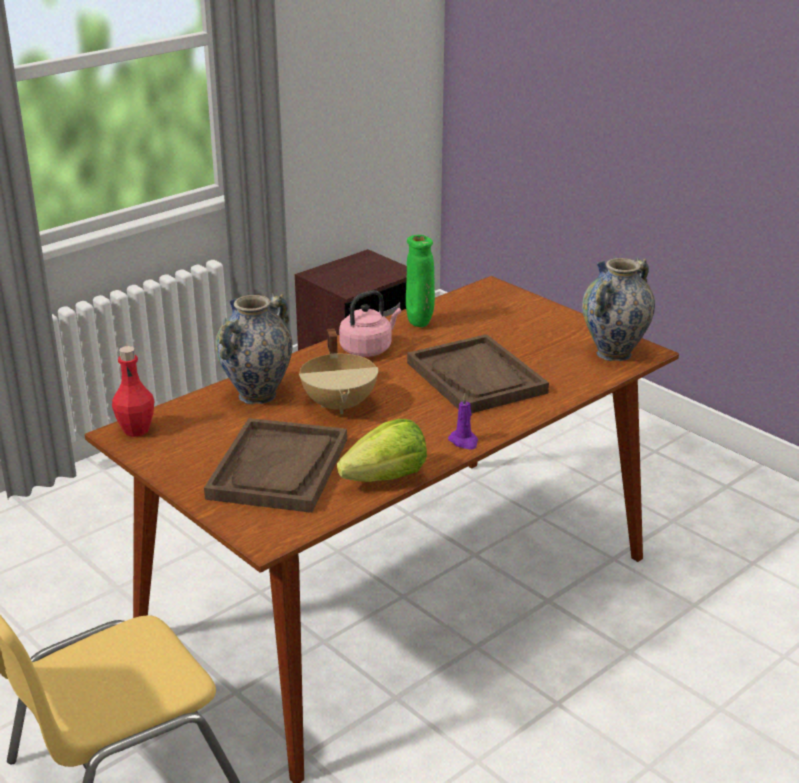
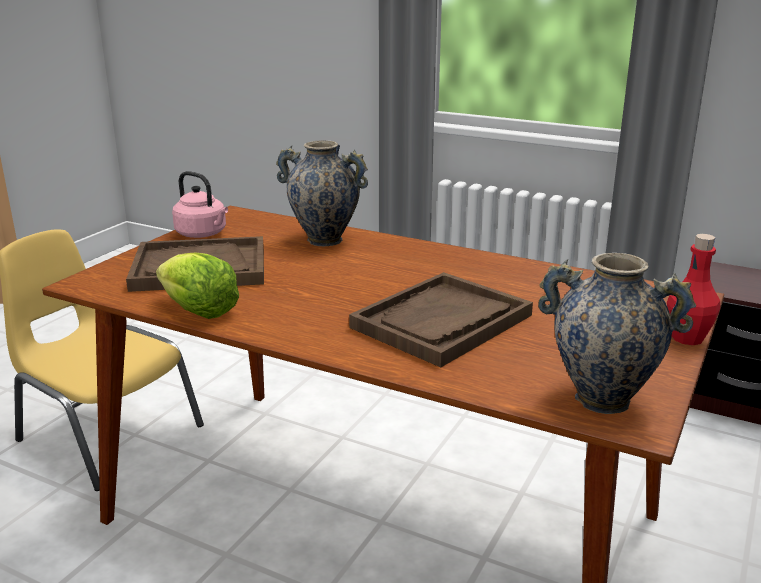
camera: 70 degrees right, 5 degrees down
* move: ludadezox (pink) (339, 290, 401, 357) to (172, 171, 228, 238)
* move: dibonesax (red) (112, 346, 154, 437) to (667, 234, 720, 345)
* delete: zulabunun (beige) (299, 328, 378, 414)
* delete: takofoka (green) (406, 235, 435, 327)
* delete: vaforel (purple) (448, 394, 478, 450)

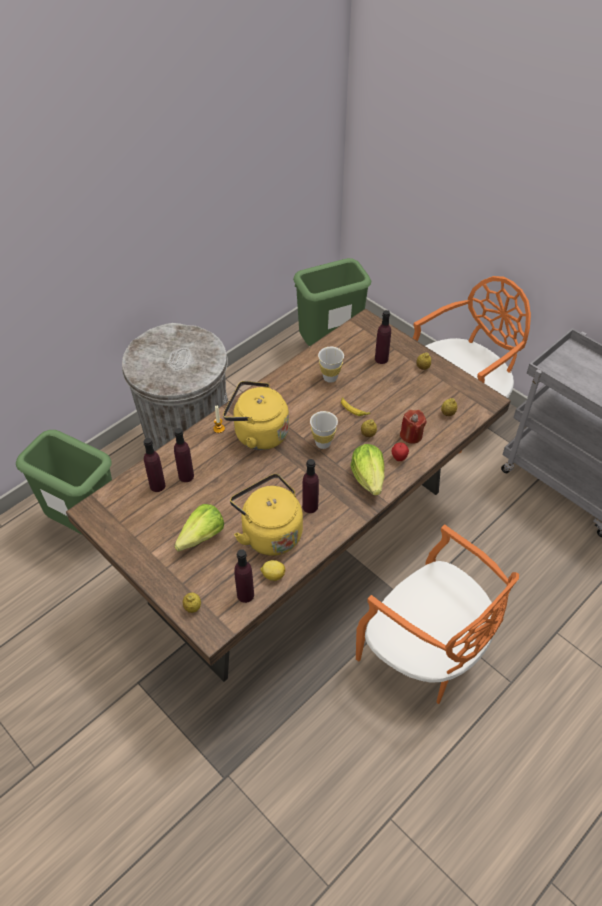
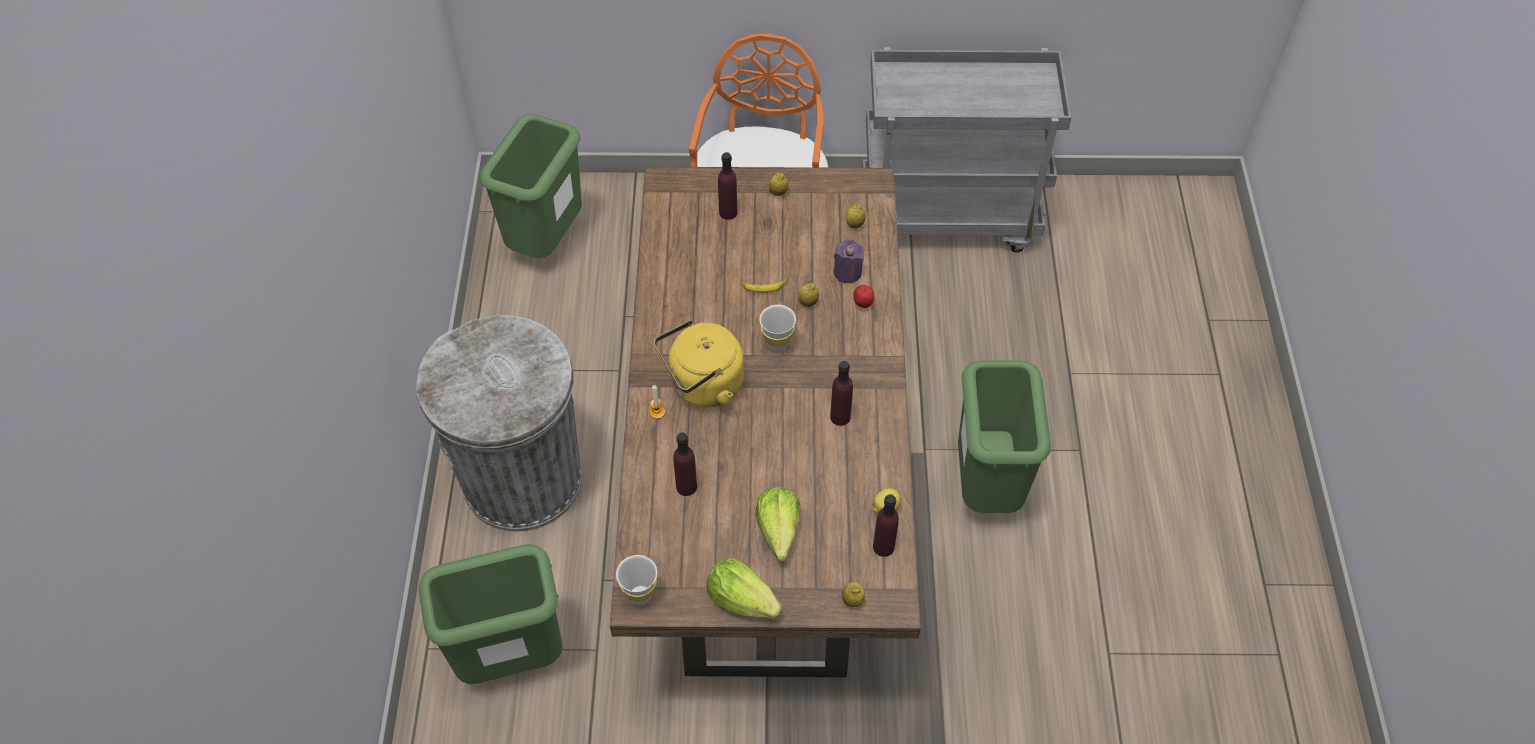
camera: 45 degrees left, 5 degrees up
* move: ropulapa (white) (318, 347, 344, 383) to (616, 555, 657, 605)
* move: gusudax (351, 444, 385, 496) to (707, 558, 782, 618)
* recolor: vaforel (red) (400, 410, 426, 444) to vaforel (purple) (834, 239, 864, 283)
* replace: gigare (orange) (356, 525, 519, 704) to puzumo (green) (958, 361, 1051, 513)
* delete: dibonesax (purple) (143, 438, 165, 492)
* delete: ludadezox (yellow) (230, 474, 303, 556)

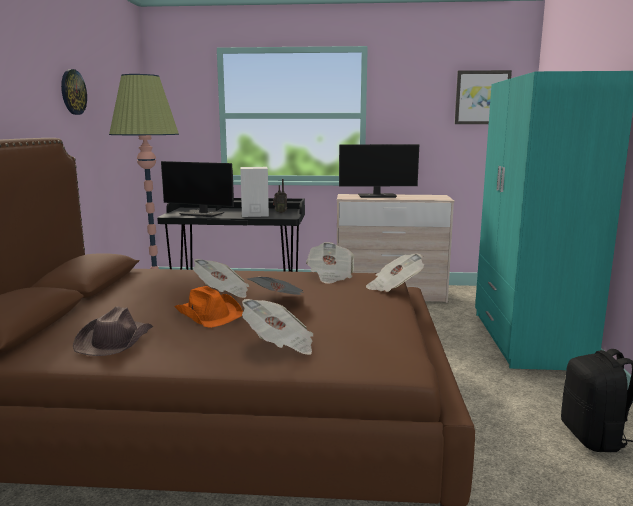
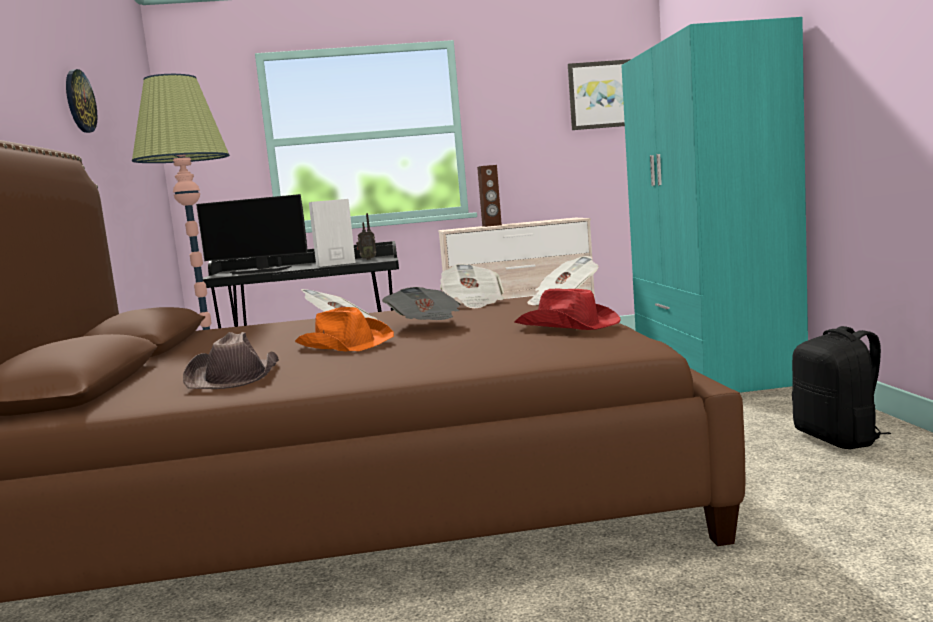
camera: 10 degrees left, 5 degrees down
* replace: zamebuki (339, 144, 419, 198) to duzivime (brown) (477, 165, 502, 227)
* insert: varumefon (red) (514, 289, 621, 330)
* delete: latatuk (242, 299, 313, 355)

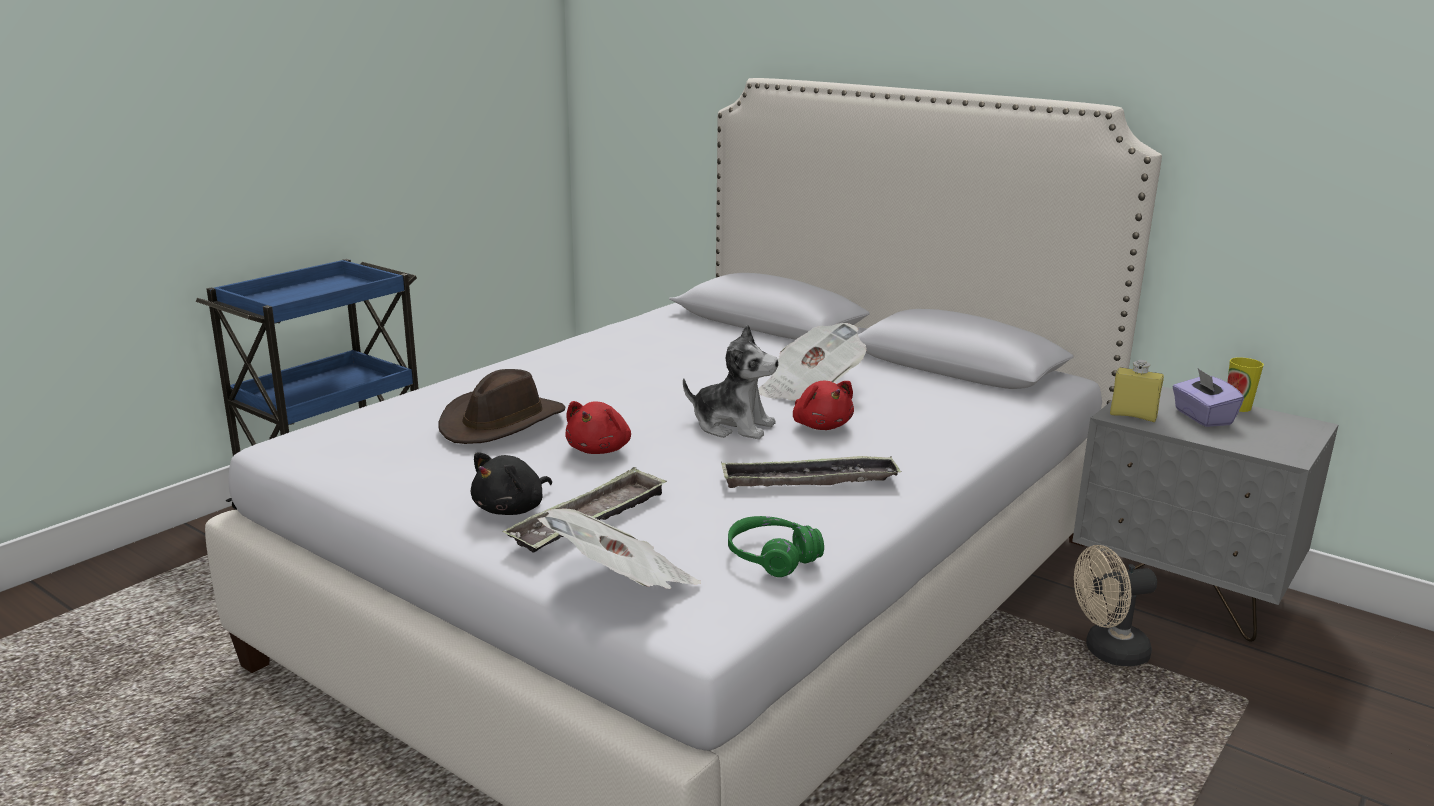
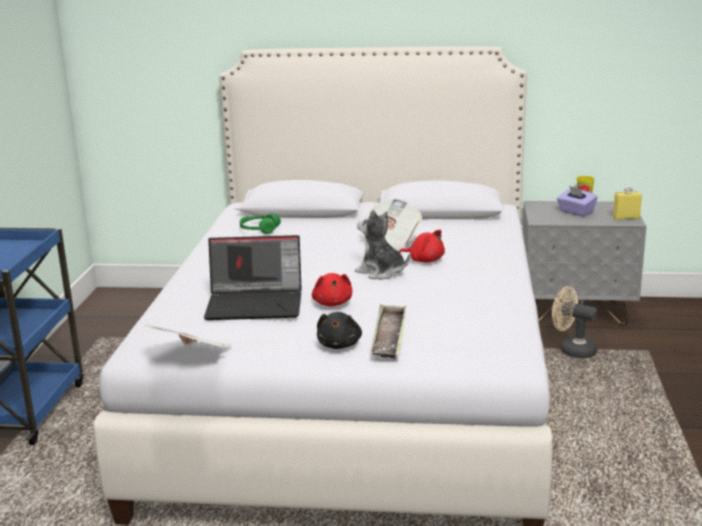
camera: 30 degrees left, 0 degrees up
* move: latatuk (538, 508, 701, 589) to (143, 325, 233, 348)
* replace: varumefon (brown) (438, 369, 566, 444) to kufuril (204, 235, 302, 320)
* move: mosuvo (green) (728, 516, 824, 577) to (240, 213, 281, 234)
* rotate: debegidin (683, 324, 779, 439) = (355, 209, 410, 280) 135 degrees counterclockwise
* rotate: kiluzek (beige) (1074, 545, 1157, 666) = (552, 286, 597, 359) 75 degrees clockwise
* move: dibonesax (yellow) (1110, 360, 1164, 422) to (613, 186, 642, 220)
* delete: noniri (721, 456, 901, 488)

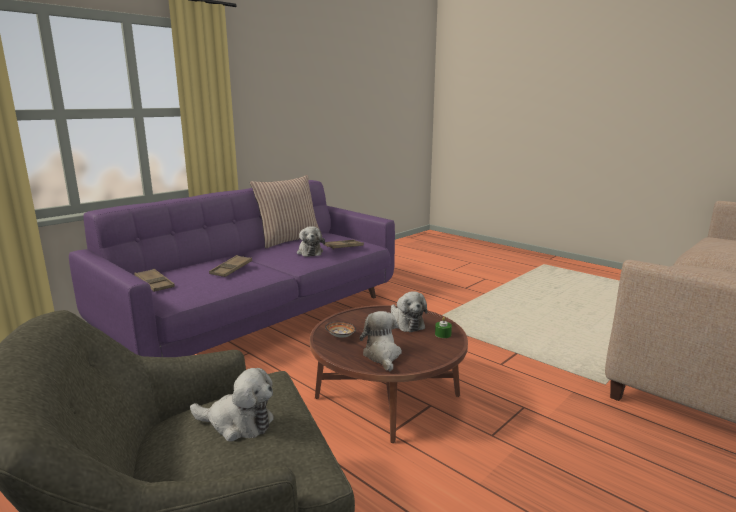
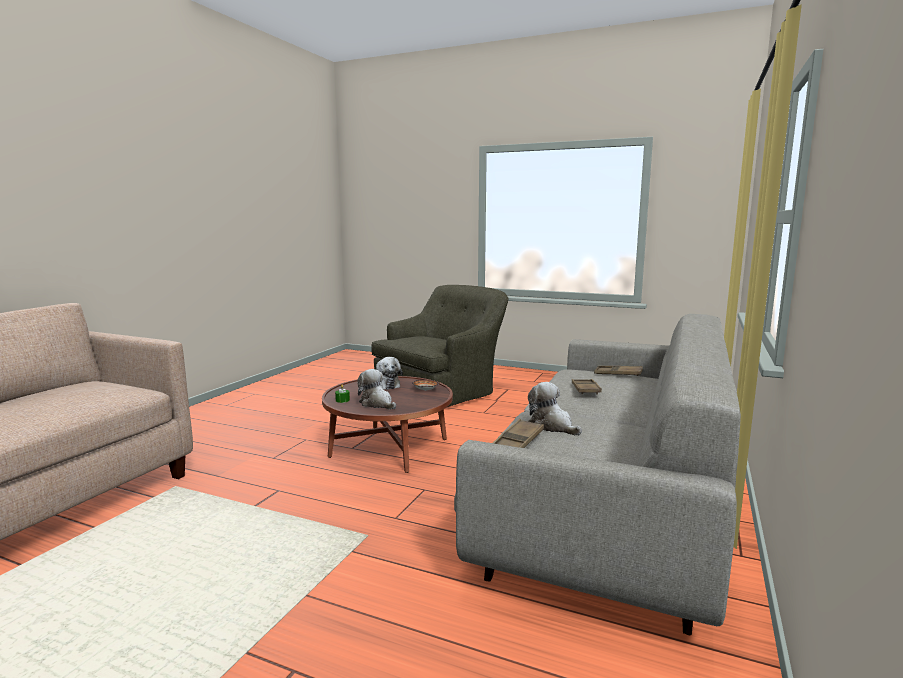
camera: 160 degrees right, 5 degrees down
* recolor: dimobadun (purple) (69, 180, 395, 357) to dimobadun (grey) (454, 314, 741, 635)
* delete: debegidin (190, 368, 274, 442)
* delete: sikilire (250, 175, 319, 248)

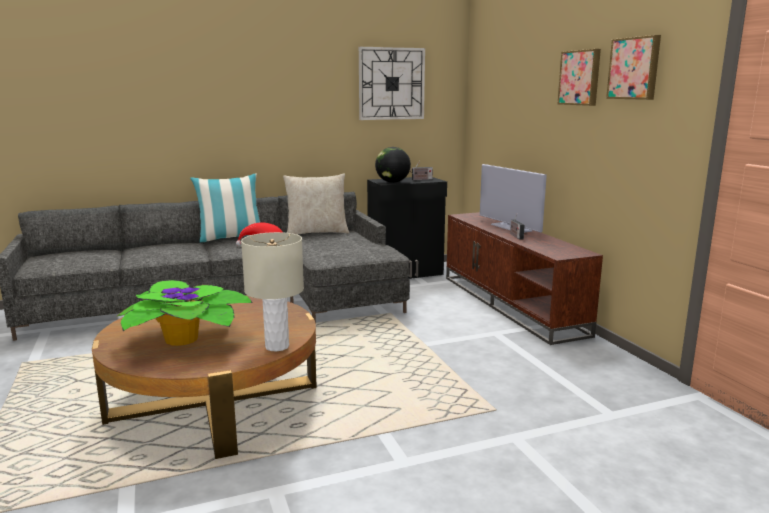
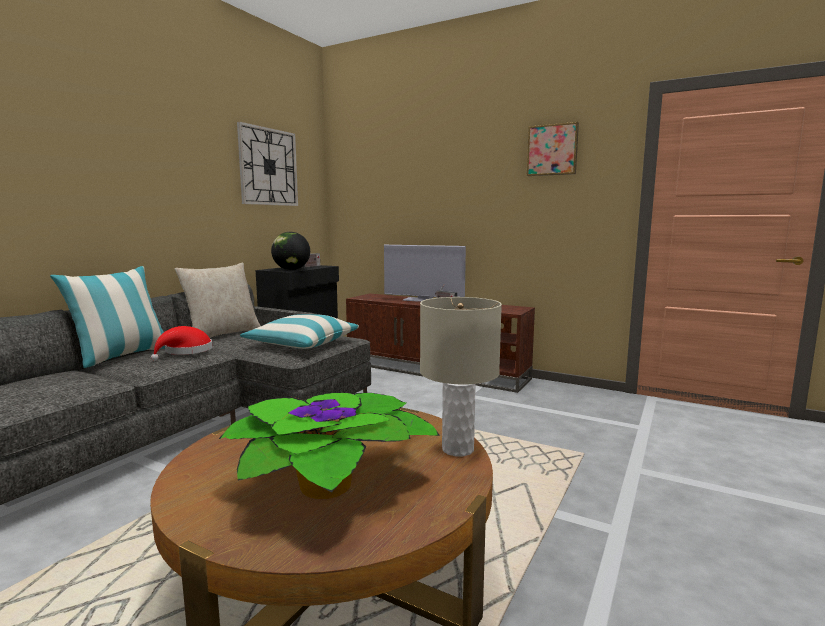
camera: 40 degrees left, 5 degrees down
* insert: sikilire (240, 314, 359, 349)
* delete: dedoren (557, 49, 601, 106)

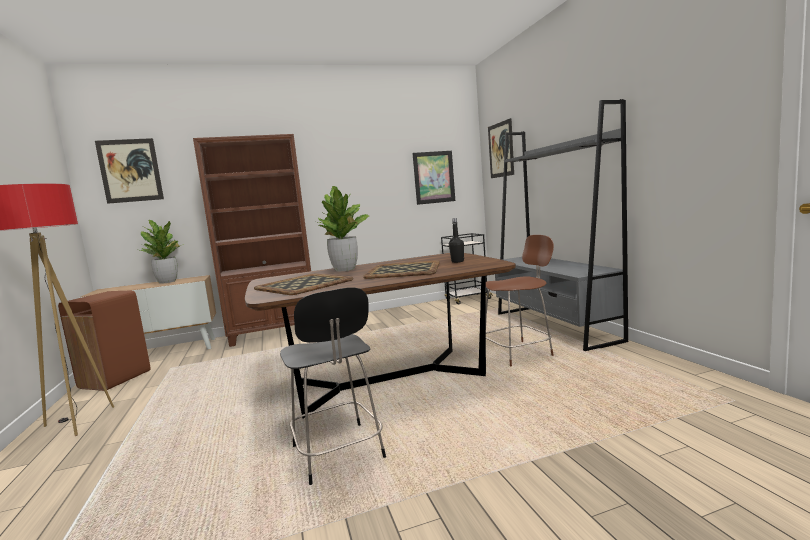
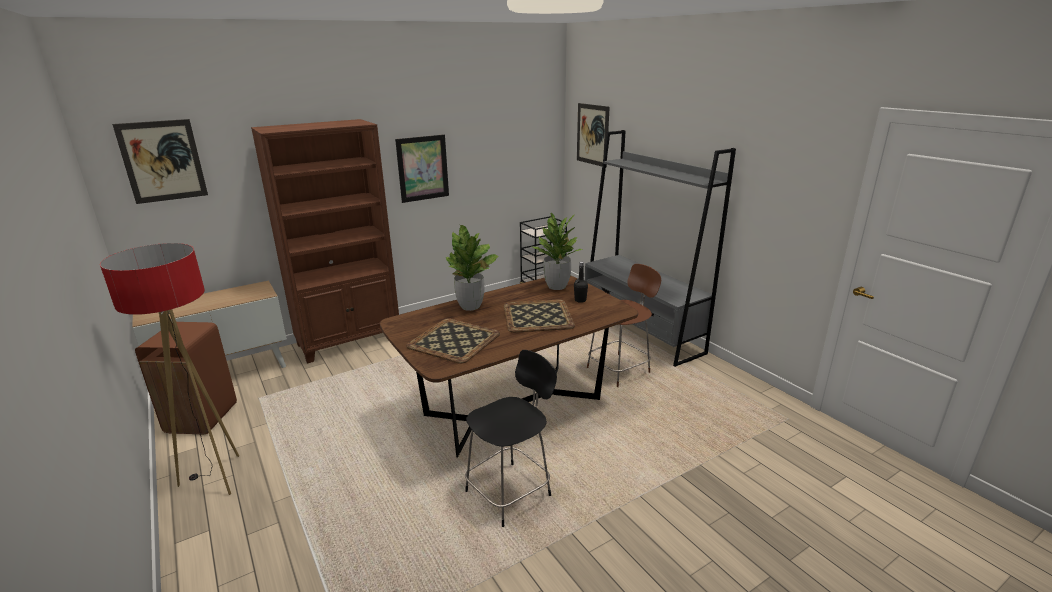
camera: 15 degrees left, 15 degrees up
* move: dedoren (412, 151, 455, 205) to (395, 134, 449, 203)
* rotate: gigare (black) (280, 287, 386, 485) = (465, 350, 557, 527) 90 degrees counterclockwise
* move: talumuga (140, 220, 184, 284) to (532, 213, 582, 290)

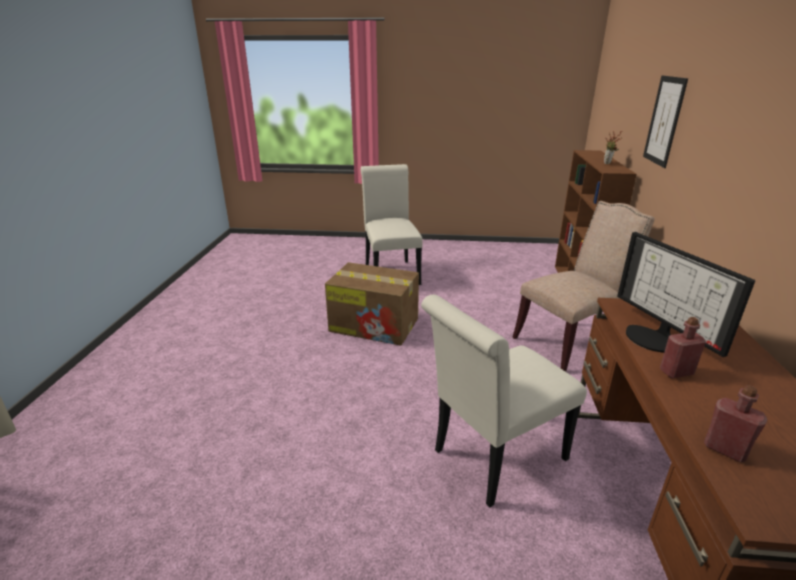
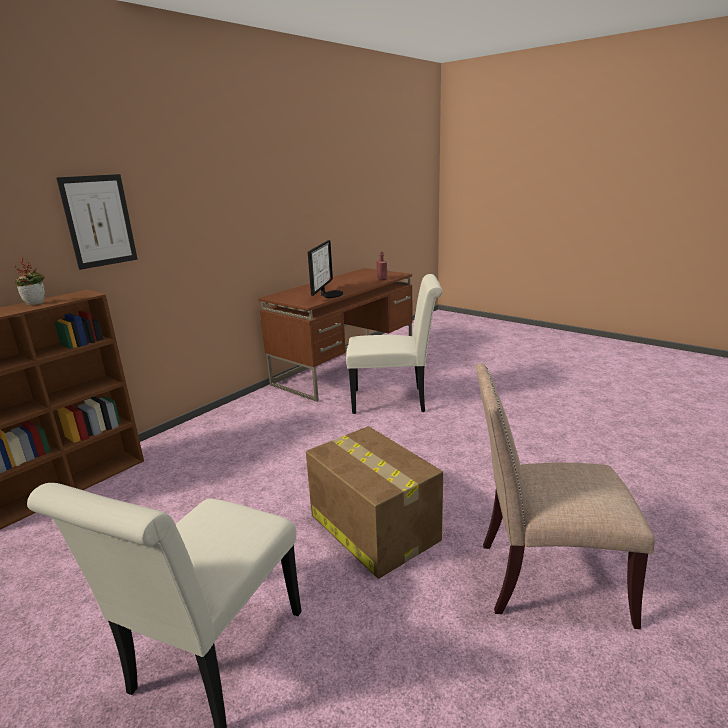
camera: 145 degrees left, 5 degrees down
* move: gigare (beige) (512, 201, 655, 372) to (476, 363, 655, 629)
* delete: dibonesax (red) (660, 317, 706, 378)

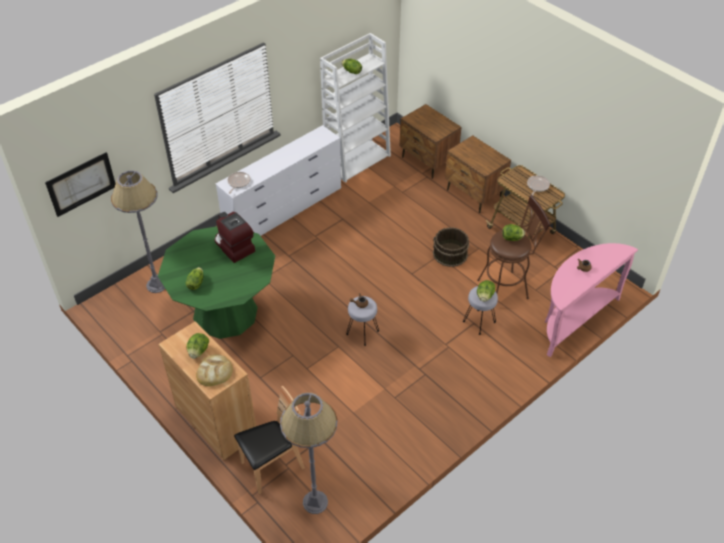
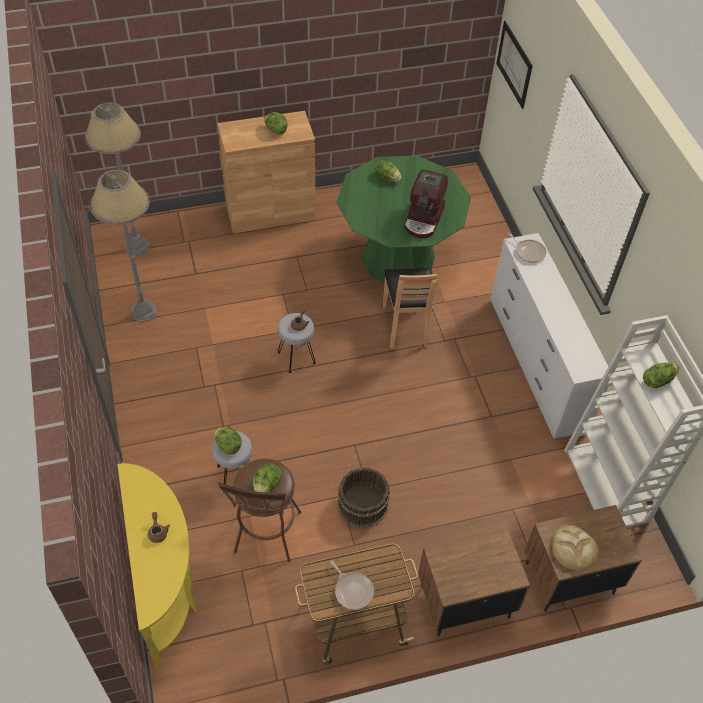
camera: 115 degrees right, 5 degrees up
* move: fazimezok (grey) (111, 170, 165, 293) to (90, 170, 157, 322)
* recolor: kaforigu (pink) (545, 243, 638, 357) to kaforigu (yellow) (117, 463, 199, 668)
* move: gigare (brown) (234, 386, 305, 494) to (383, 268, 437, 349)
* rotate: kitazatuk (214, 212, 255, 263) = (404, 169, 448, 238) 120 degrees clockwise
* move: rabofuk (196, 354, 233, 386) to (552, 525, 599, 570)

